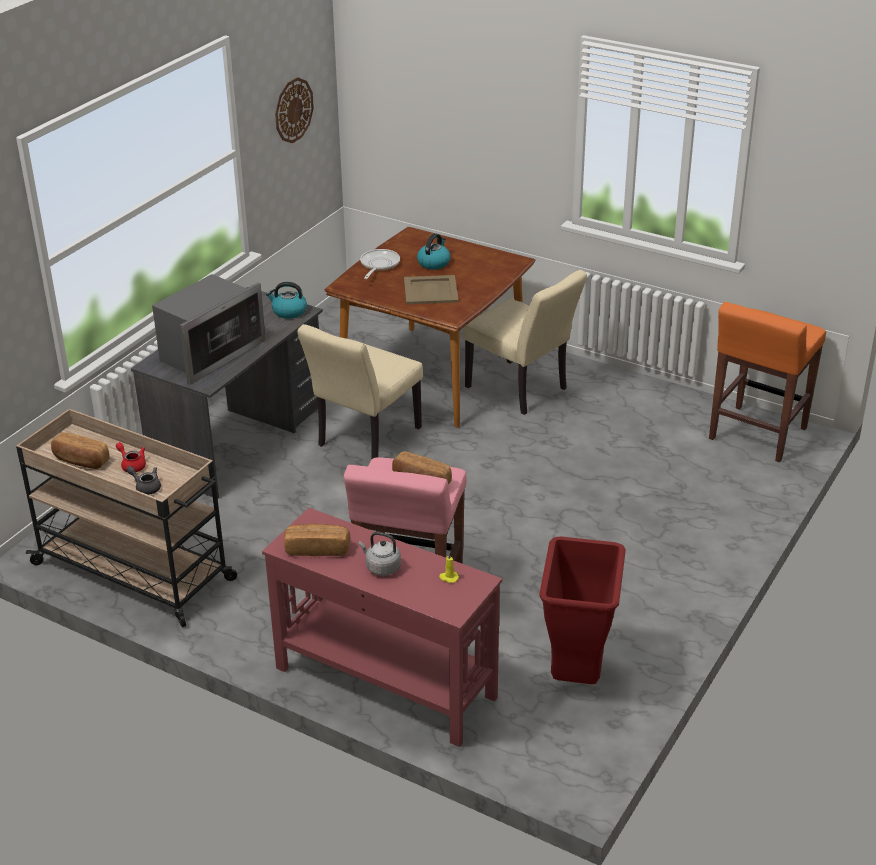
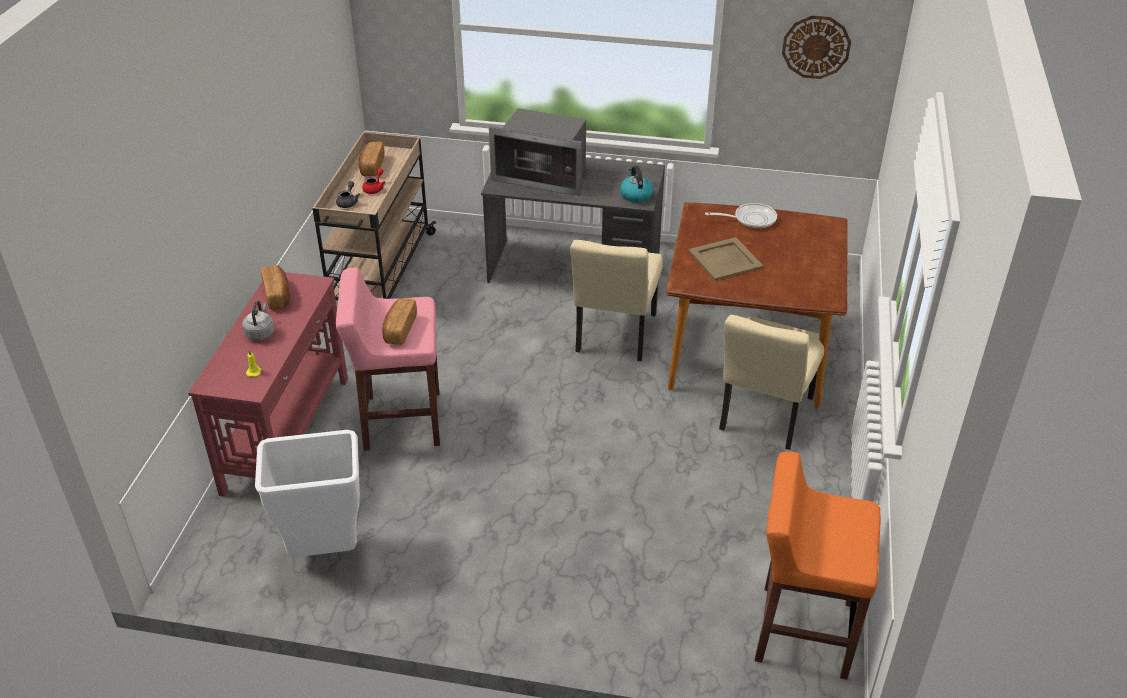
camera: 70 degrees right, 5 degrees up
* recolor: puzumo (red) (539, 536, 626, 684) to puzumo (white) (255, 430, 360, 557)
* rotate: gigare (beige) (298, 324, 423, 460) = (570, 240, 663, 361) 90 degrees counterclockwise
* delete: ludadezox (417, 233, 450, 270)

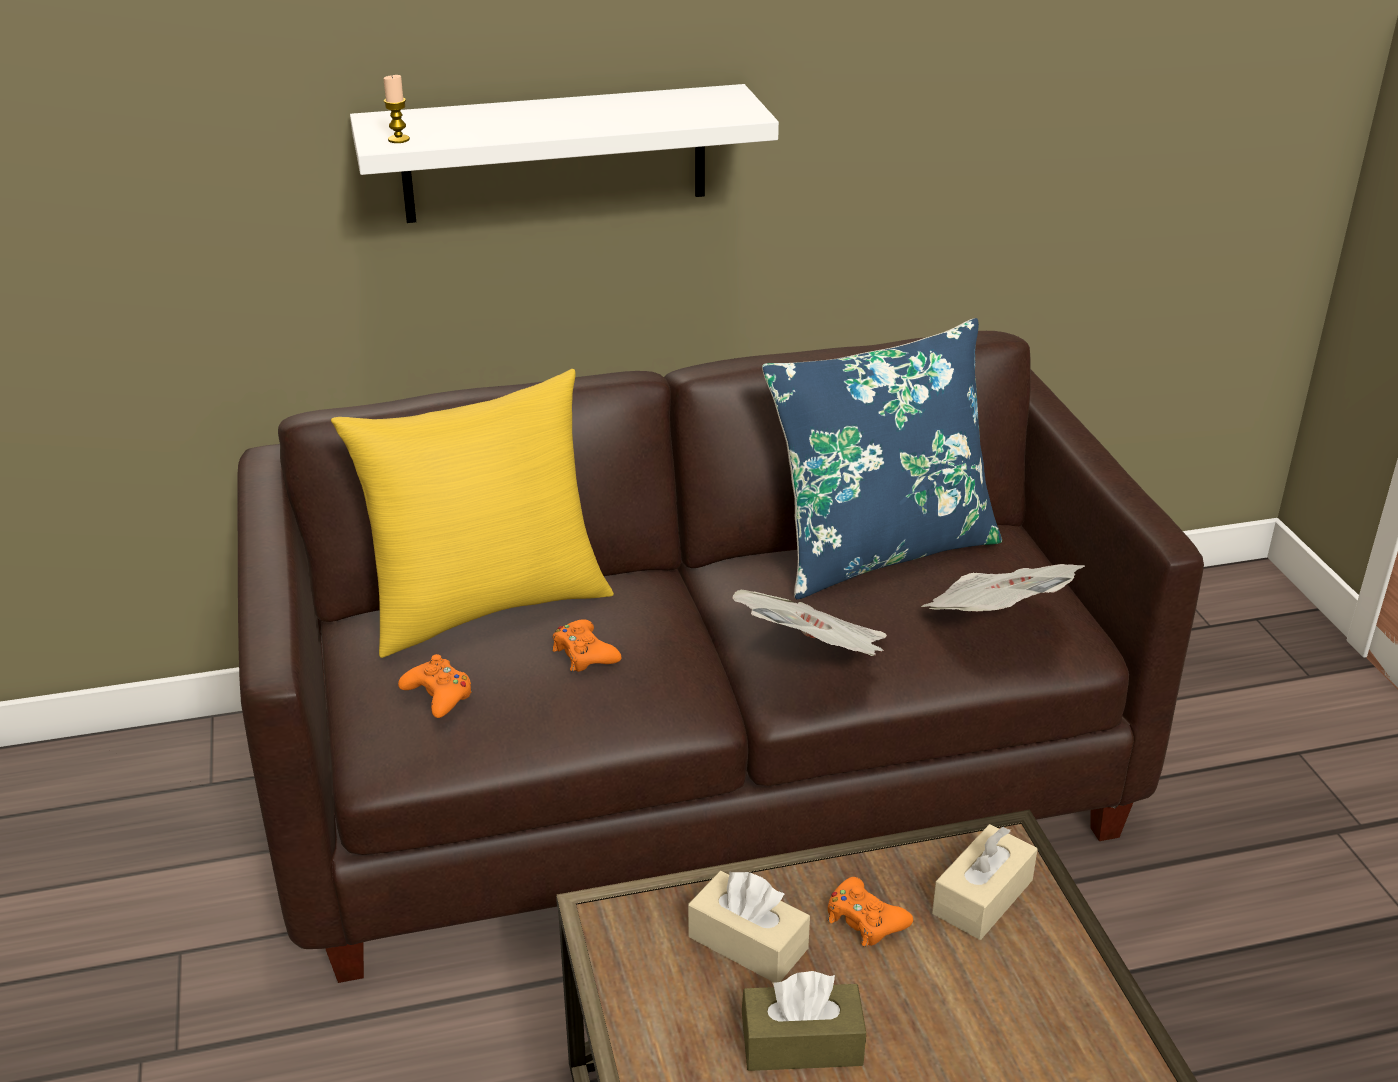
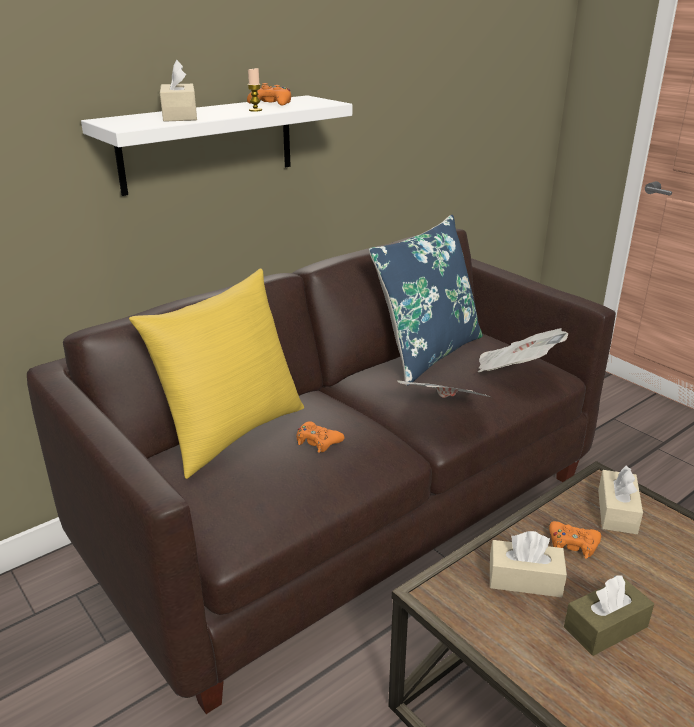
camera: 25 degrees left, 5 degrees down
* insert: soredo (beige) (160, 60, 197, 122)
* move: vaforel (383, 75, 410, 143) to (247, 68, 262, 112)
* move: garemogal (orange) (398, 654, 473, 718) to (247, 83, 291, 106)

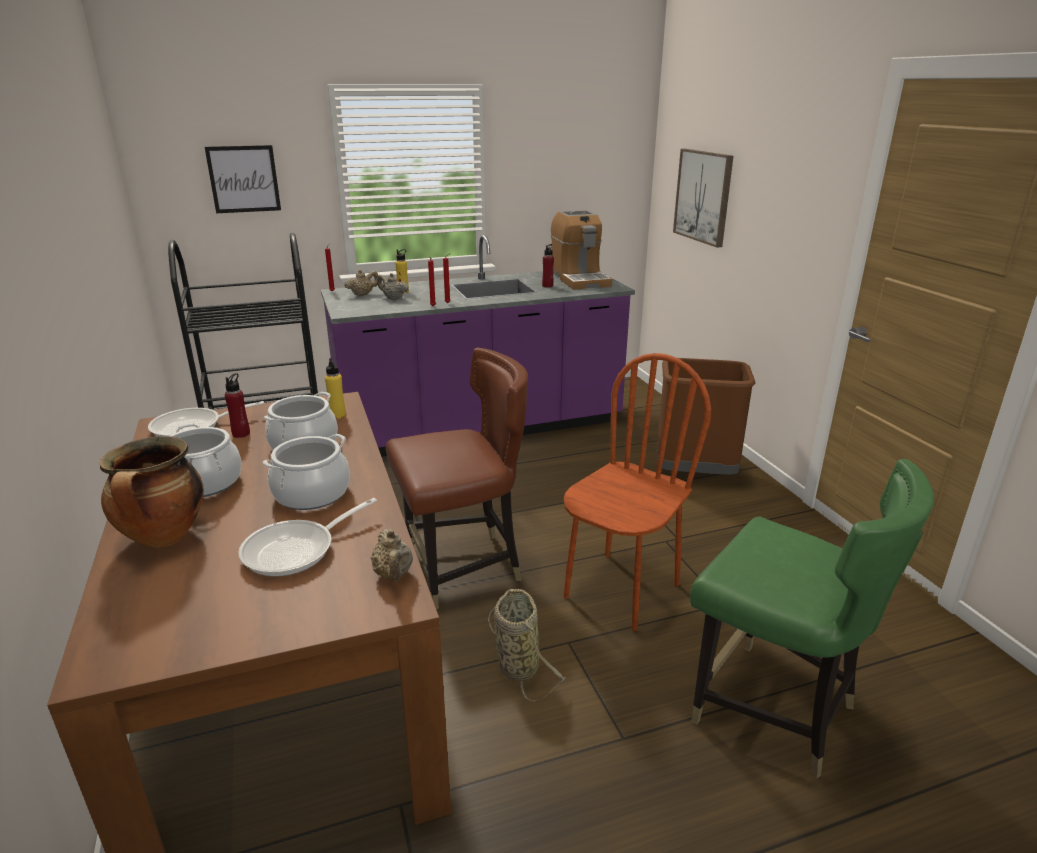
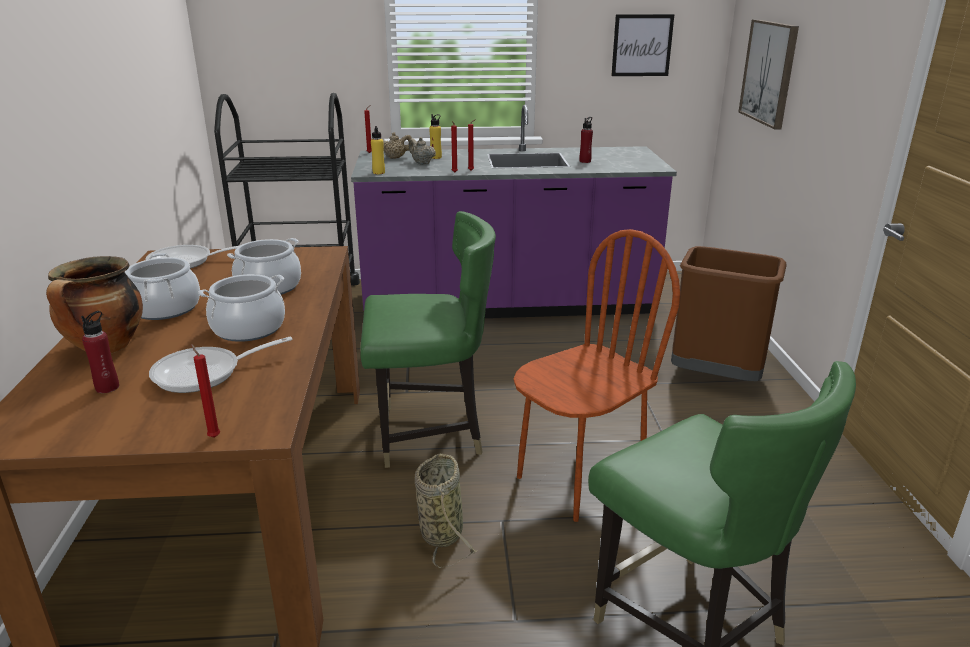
camera: 15 degrees right, 0 degrees up
* move: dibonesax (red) (225, 373, 250, 438) to (81, 311, 119, 393)
* insert: vaforel (red) (191, 344, 220, 438)
* recolor: gigare (brown) (386, 348, 528, 609) to gigare (green) (360, 211, 496, 468)
* move: dibonesax (yellow) (325, 358, 346, 419) to (371, 126, 385, 174)
* move: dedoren (205, 145, 281, 213) to (611, 14, 674, 76)
* delete: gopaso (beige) (371, 529, 413, 582)
* delete: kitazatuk (551, 210, 612, 290)

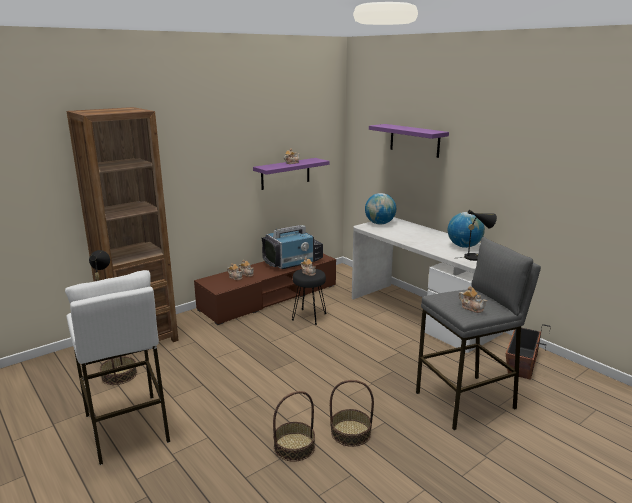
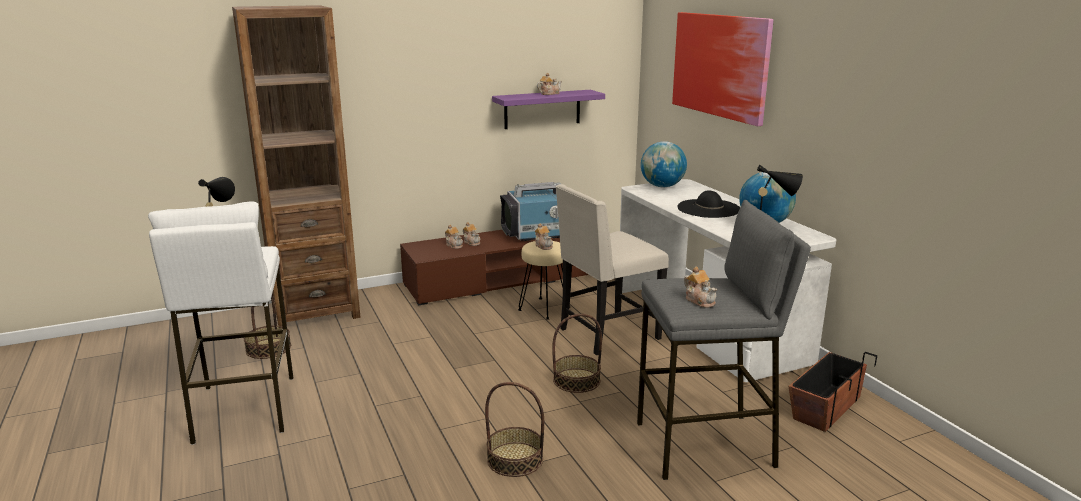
camera: 15 degrees right, 0 degrees up
* recolor: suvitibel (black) (292, 269, 327, 325) to suvitibel (beige) (518, 241, 570, 320)
* move: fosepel (273, 391, 315, 462) to (552, 314, 602, 393)
* insert: gigare (beige) (556, 184, 669, 355)
* replace: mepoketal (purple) (369, 124, 449, 158) to dedoren (672, 12, 774, 126)
* insert: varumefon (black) (678, 190, 740, 218)

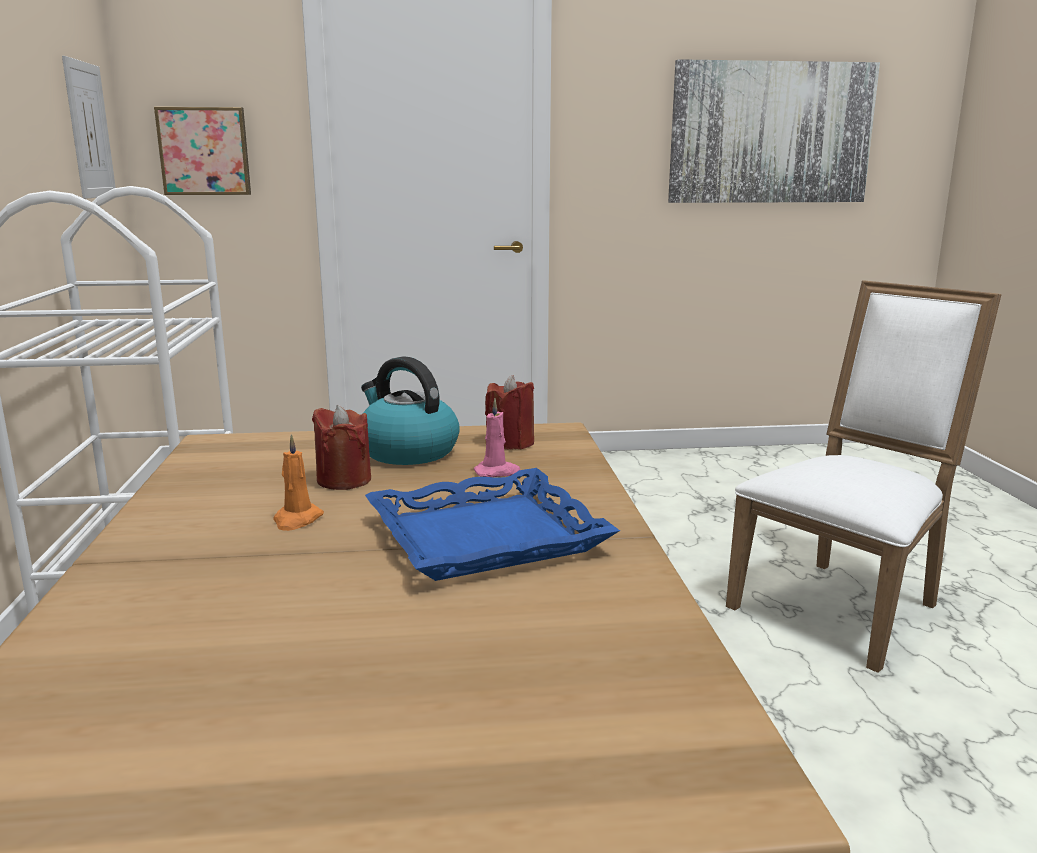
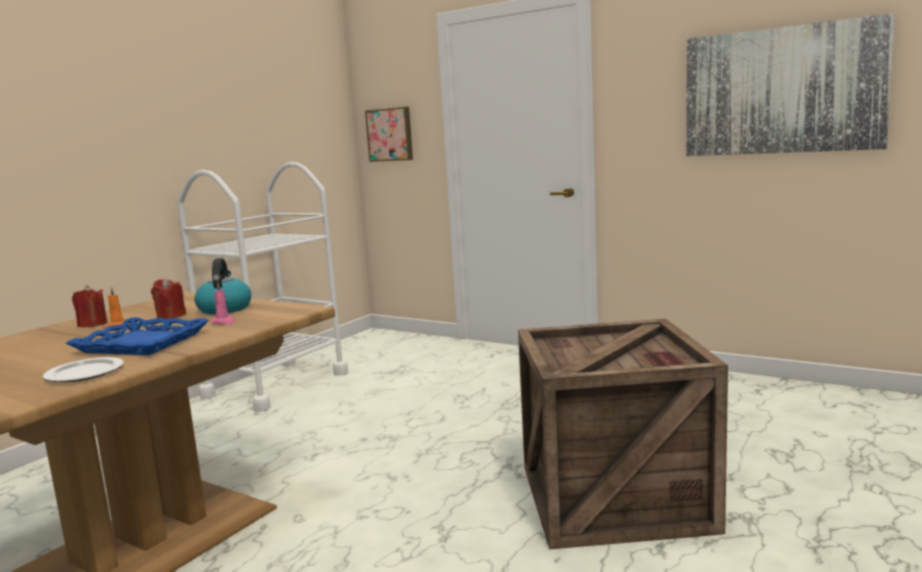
camera: 40 degrees right, 5 degrees down
* insert: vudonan (43, 357, 124, 382)
* move: vaforel (red) (485, 375, 534, 449) to (72, 285, 107, 328)
* replace: gigare (white) (726, 280, 1001, 673) to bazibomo (518, 319, 728, 549)
* delete: dedoren (62, 56, 116, 199)

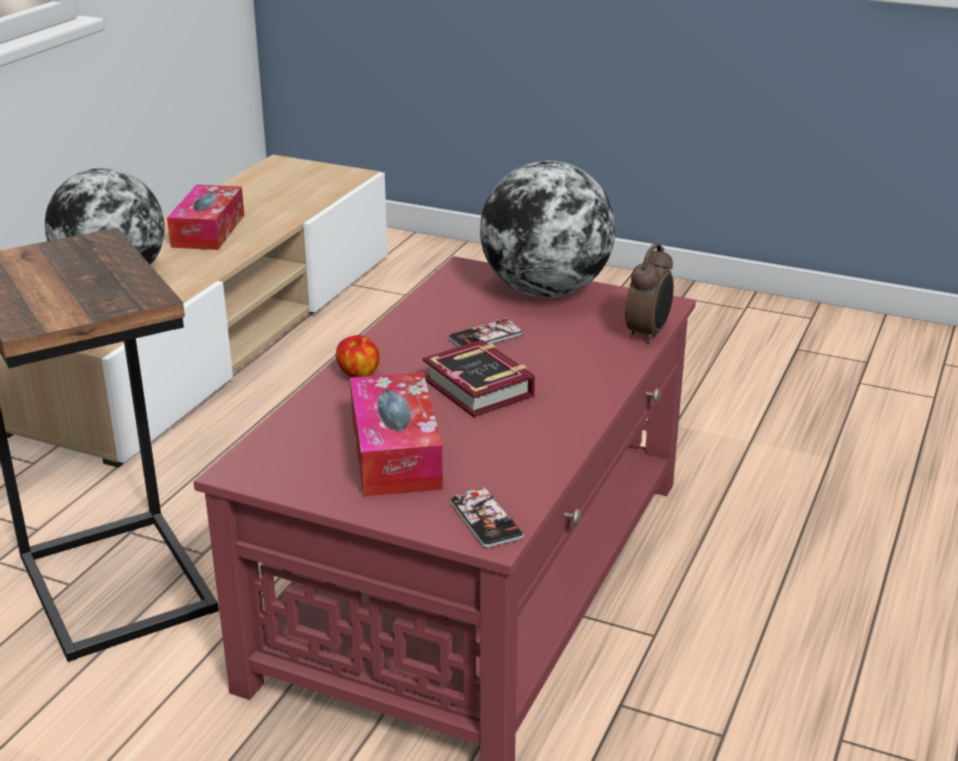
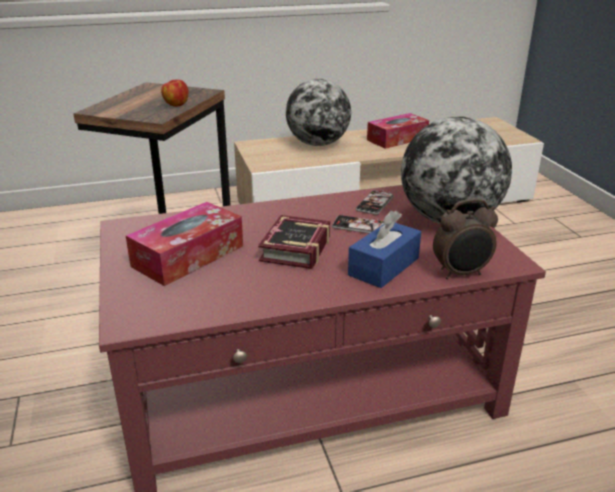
camera: 50 degrees right, 0 degrees up
* move: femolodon (336, 335, 380, 378) to (161, 80, 189, 107)
* insert: soredo (blue) (348, 211, 421, 288)
* move: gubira (450, 487, 524, 548) to (355, 189, 394, 215)

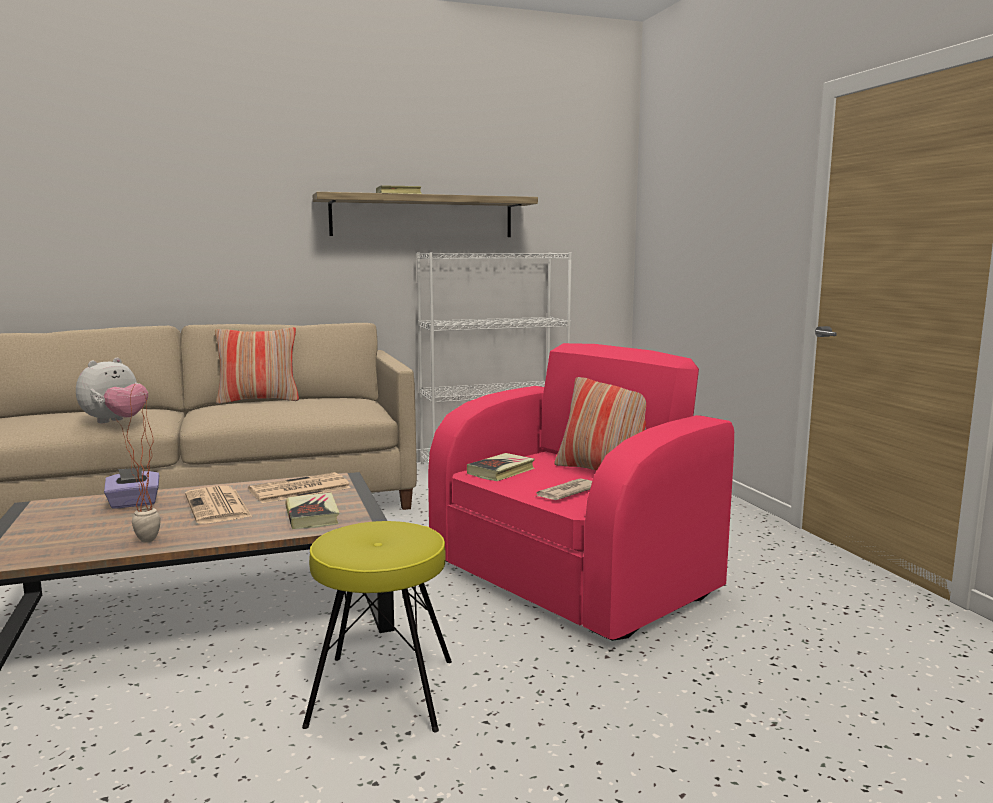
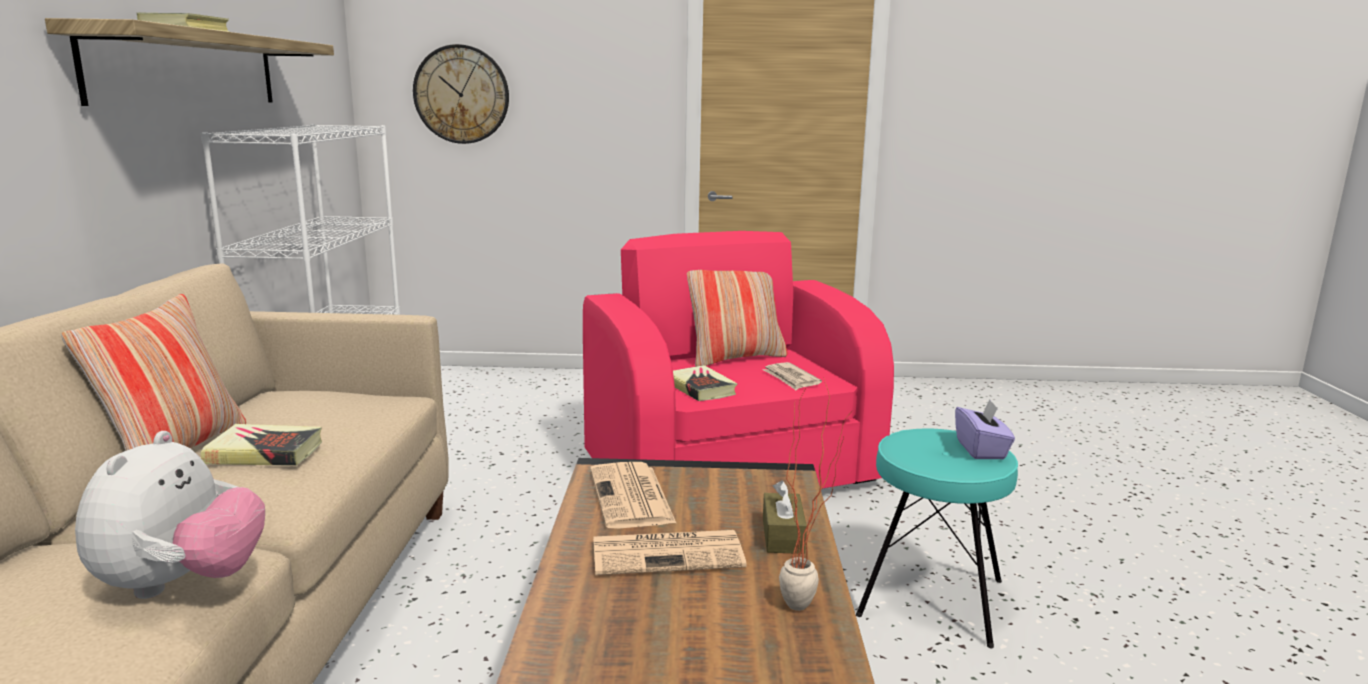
camera: 70 degrees left, 5 degrees up
* rotate: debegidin (76, 358, 148, 423) = (75, 431, 265, 599) 45 degrees clockwise
* move: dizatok (285, 493, 339, 529) to (201, 424, 322, 466)
* insert: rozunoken (413, 44, 509, 144)
* insert: soredo (brown) (763, 481, 807, 554)
* recolor: suvitibel (yellow) (302, 521, 452, 732) to suvitibel (turquoise) (856, 429, 1018, 648)
* move: soredo (purple) (104, 467, 160, 509) to (955, 400, 1015, 459)

